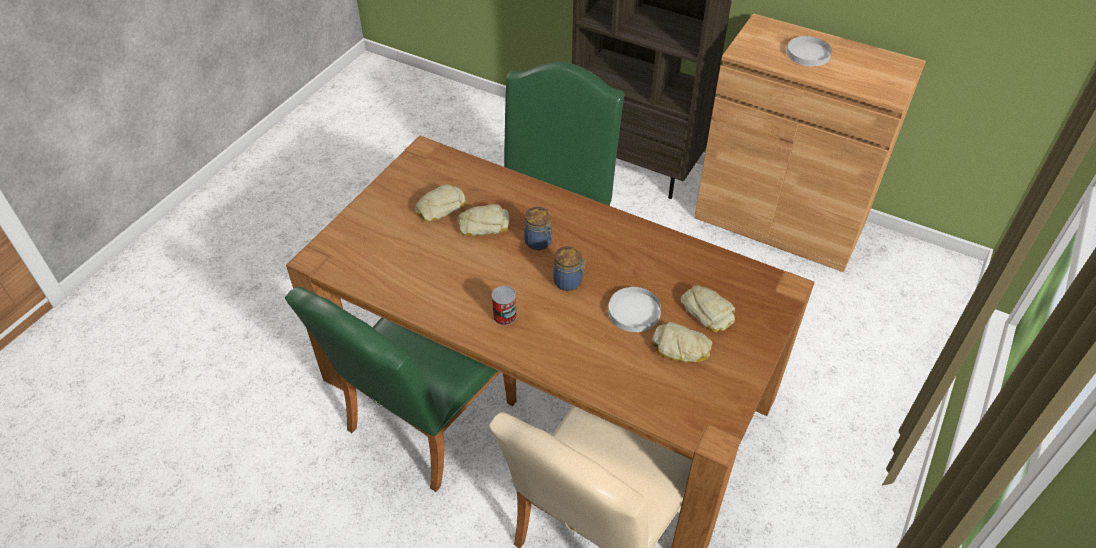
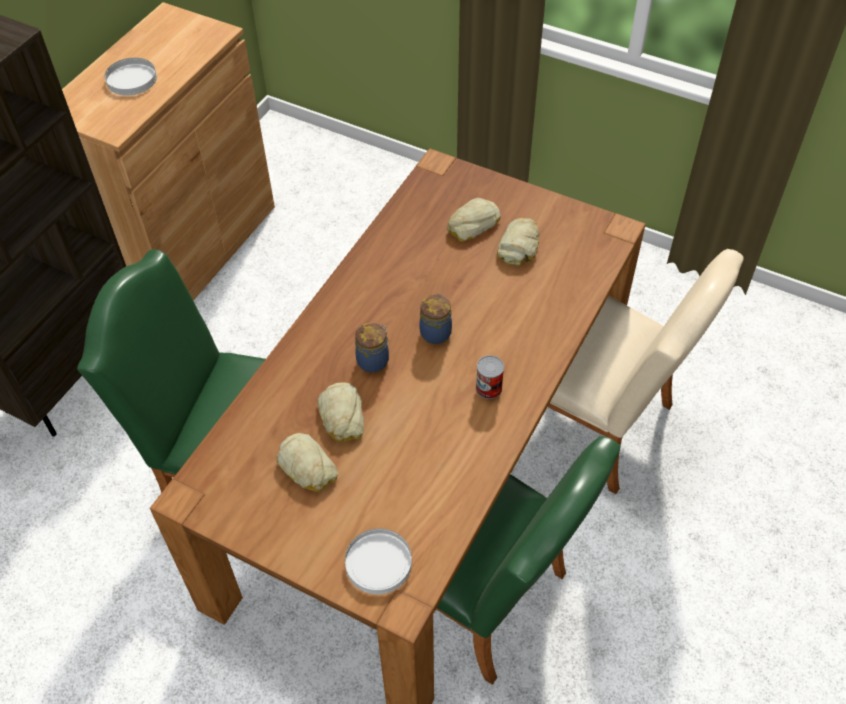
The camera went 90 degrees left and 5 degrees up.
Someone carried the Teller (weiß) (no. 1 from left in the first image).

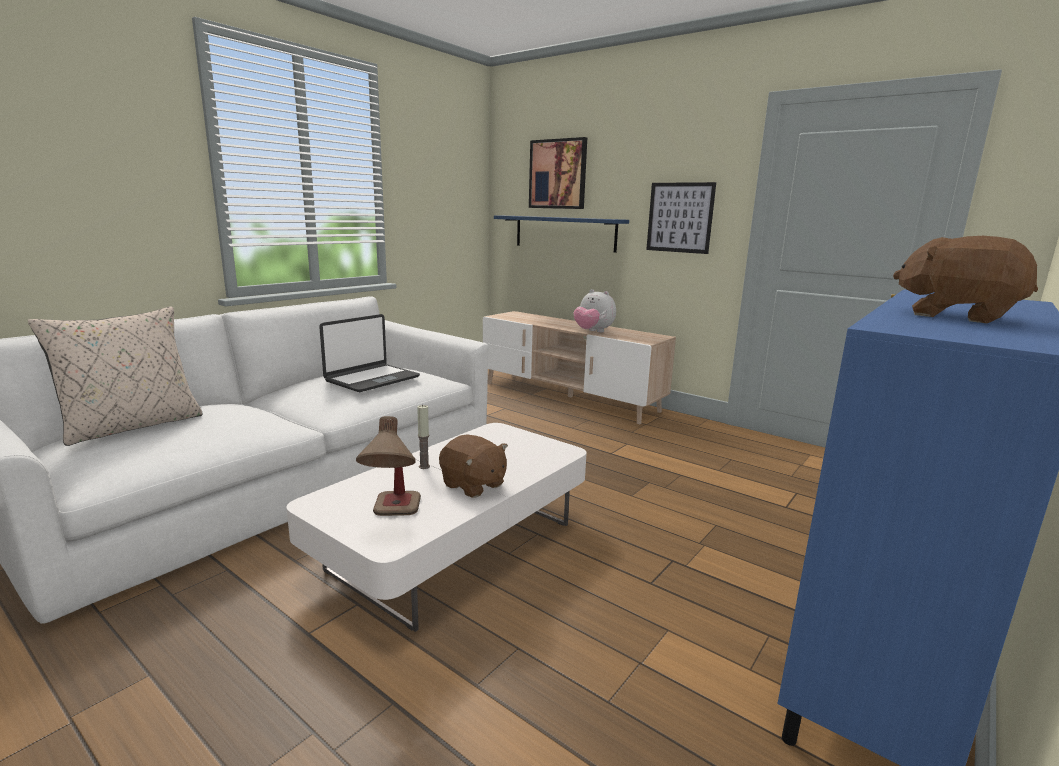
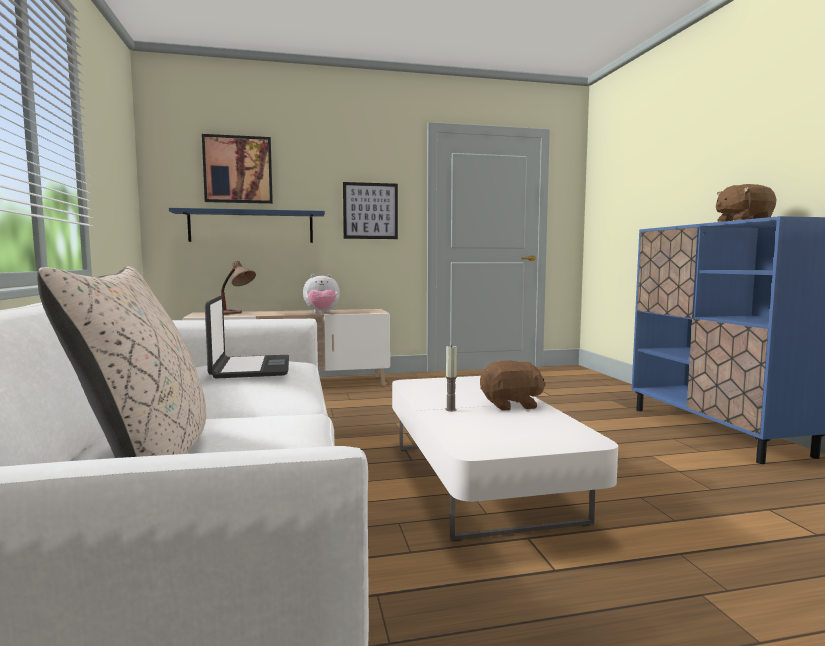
The camera went 50 degrees left and 10 degrees down.
Someone carried the Tischlampe.

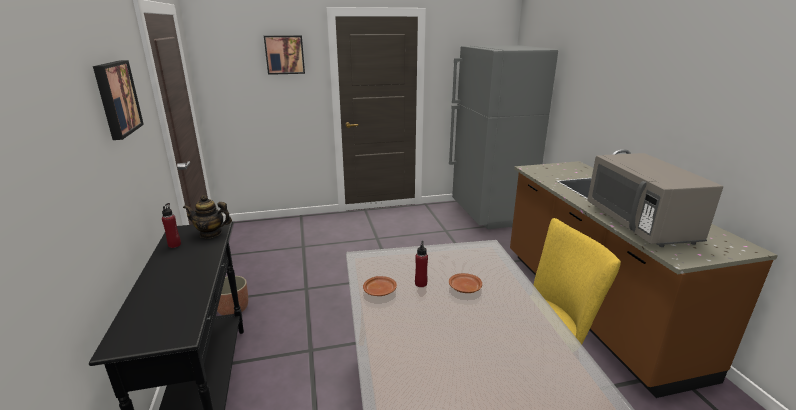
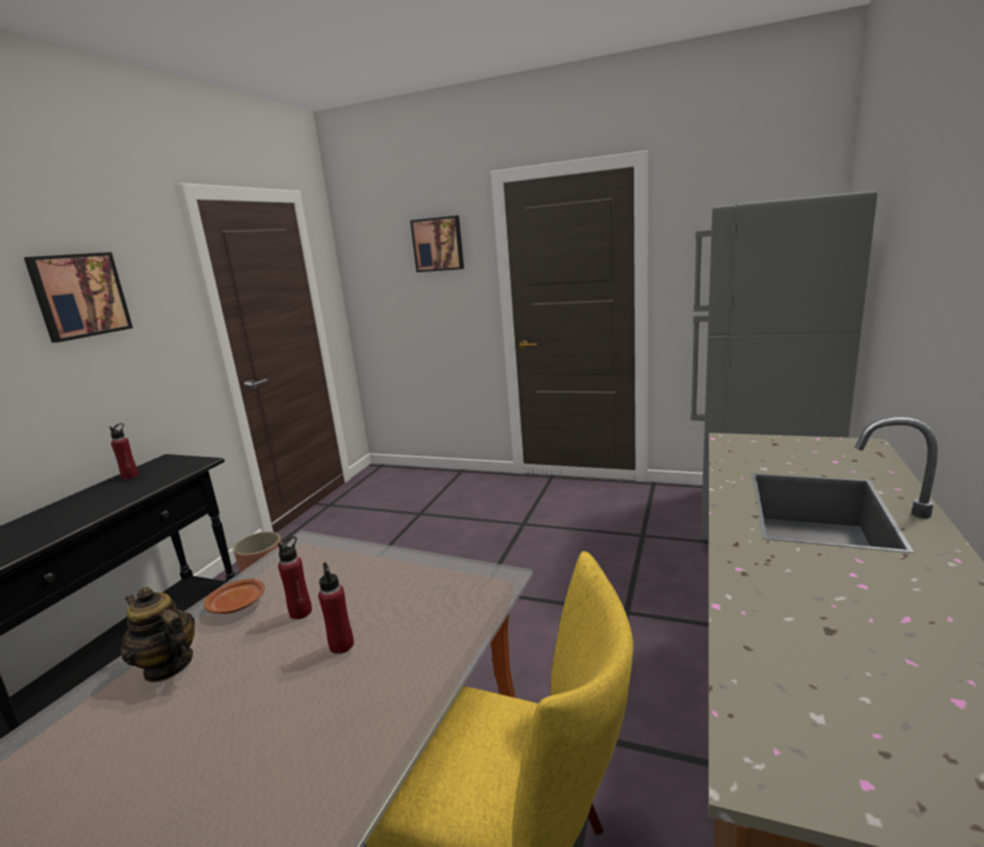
The camera went 35 degrees right and 5 degrees down.
Someone carried the Teekanne.
Someone swapped the Teller (braun) (no. 2 from left) for the Flasche (rot) (no. 3 from left).
Someone took away the Mikrowelle (grau).

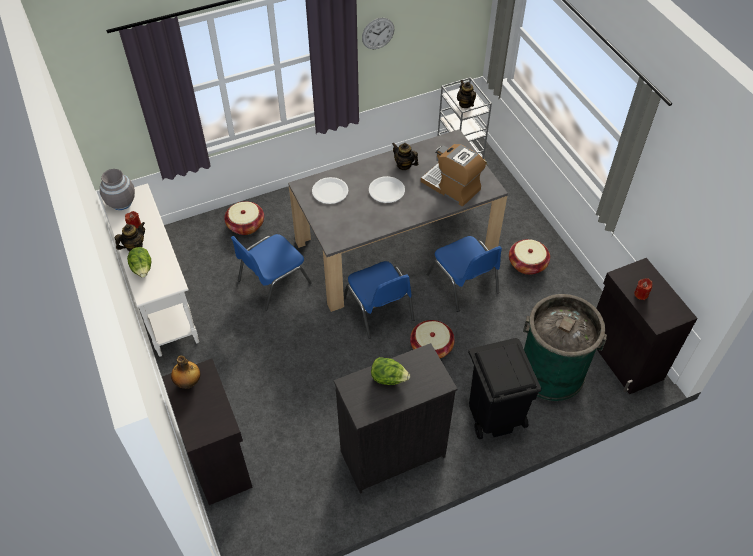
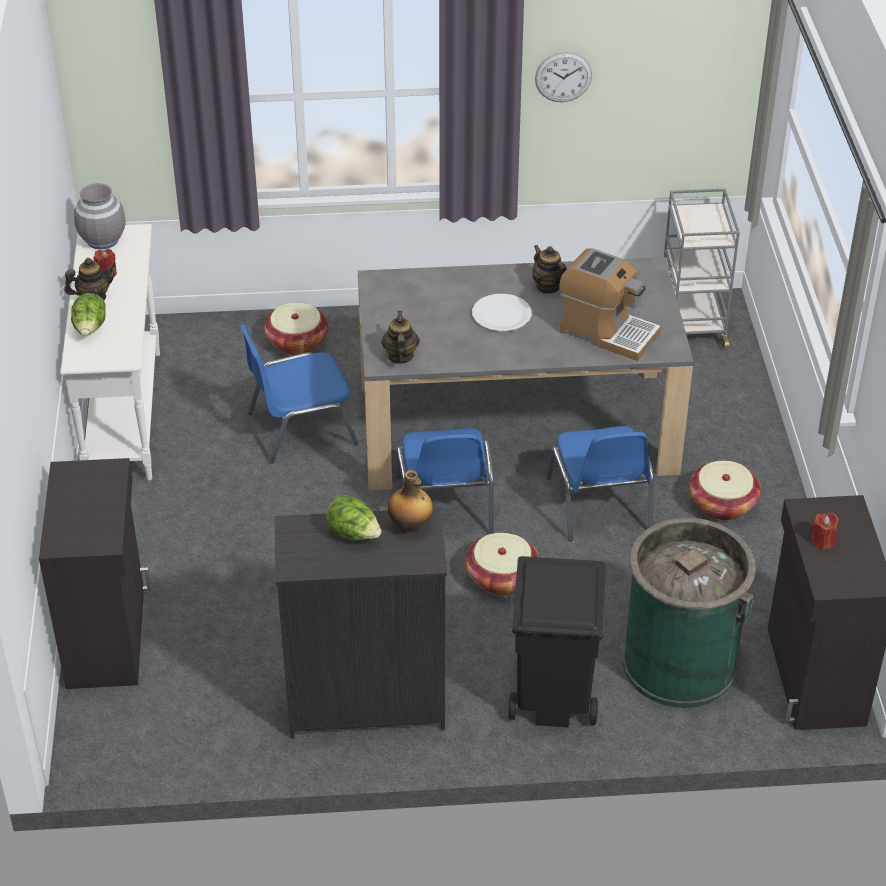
The camera went 20 degrees right and 10 degrees down.
Someone carried the Teekanne (no. 3 from left in the first image).
Someone carried the Flasche.
Someone rotated the Kaffeemaschine by 150 degrees clockwise.
Someone took away the Teller (weiß) (no. 1 from left).

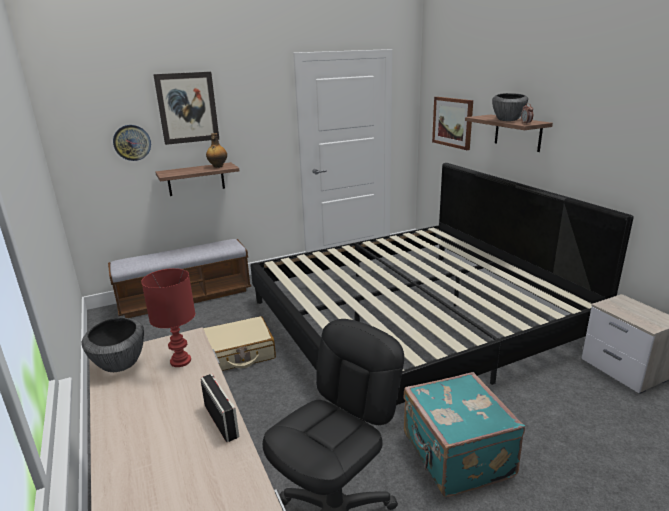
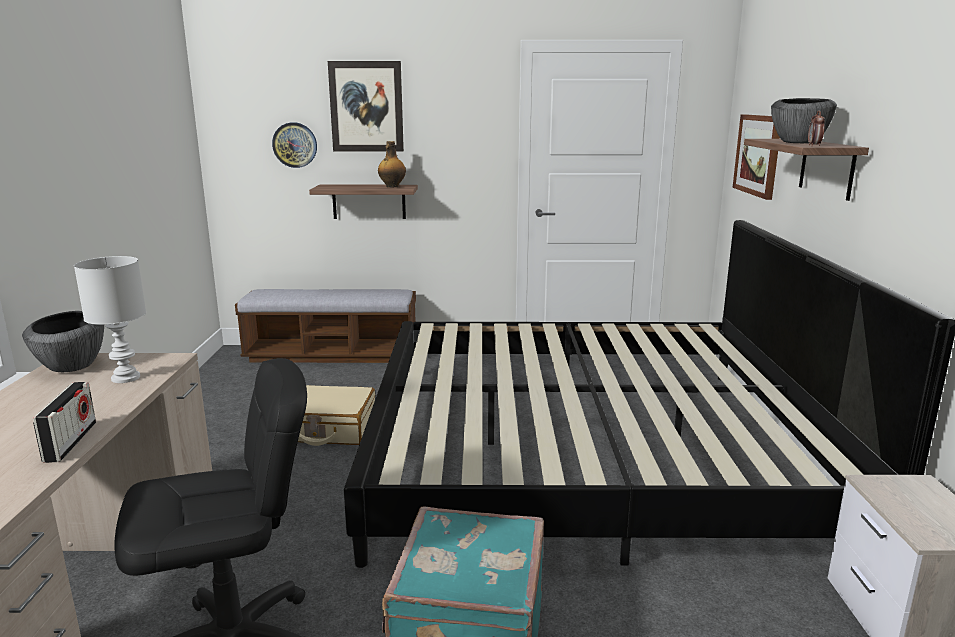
The camera went 25 degrees right and 5 degrees down.
Someone repainted the Tischlampe (rot), which became the Tischlampe (weiß).

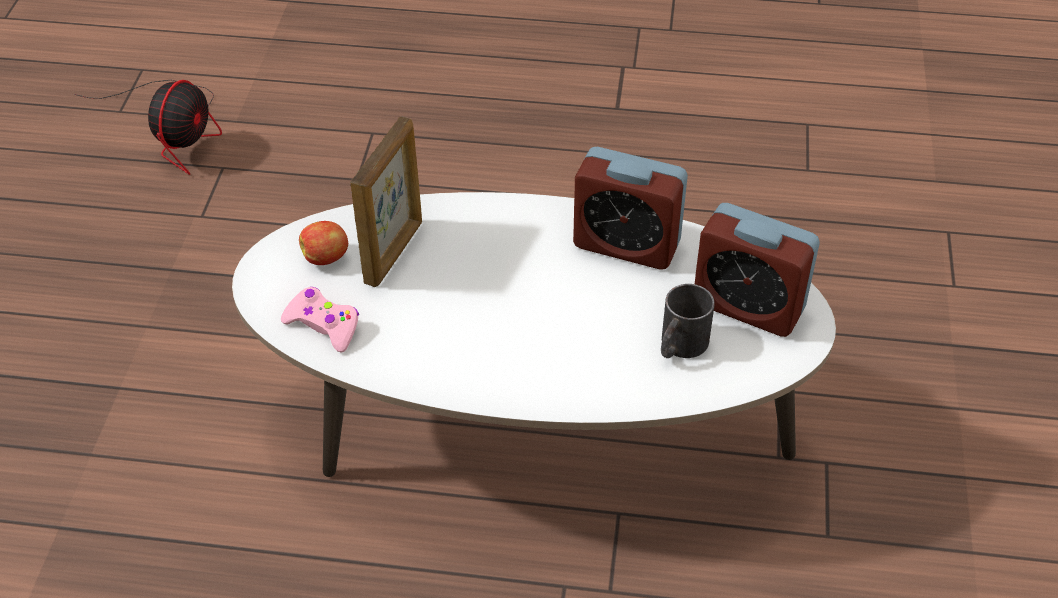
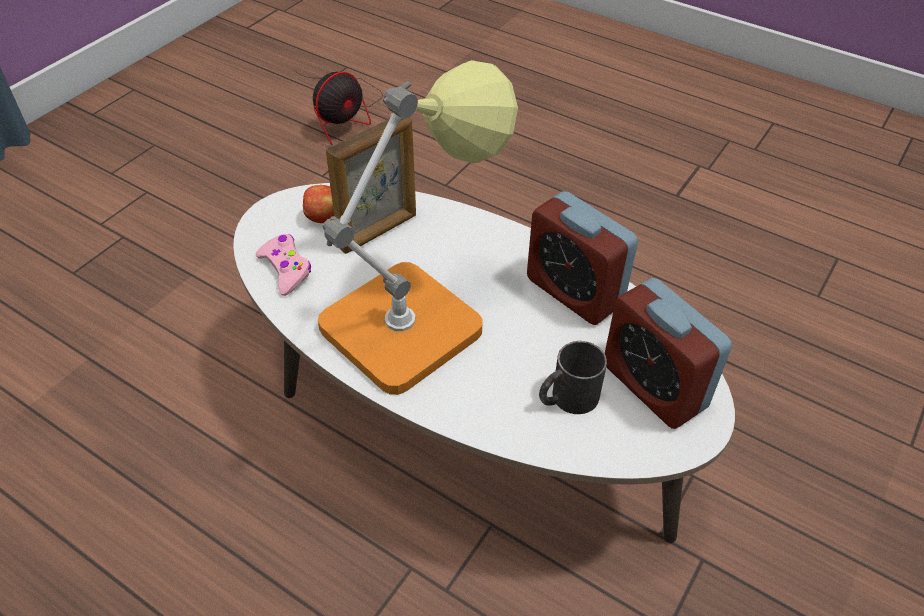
The camera went 25 degrees right and 0 degrees up.
Someone put down the Tischlampe.

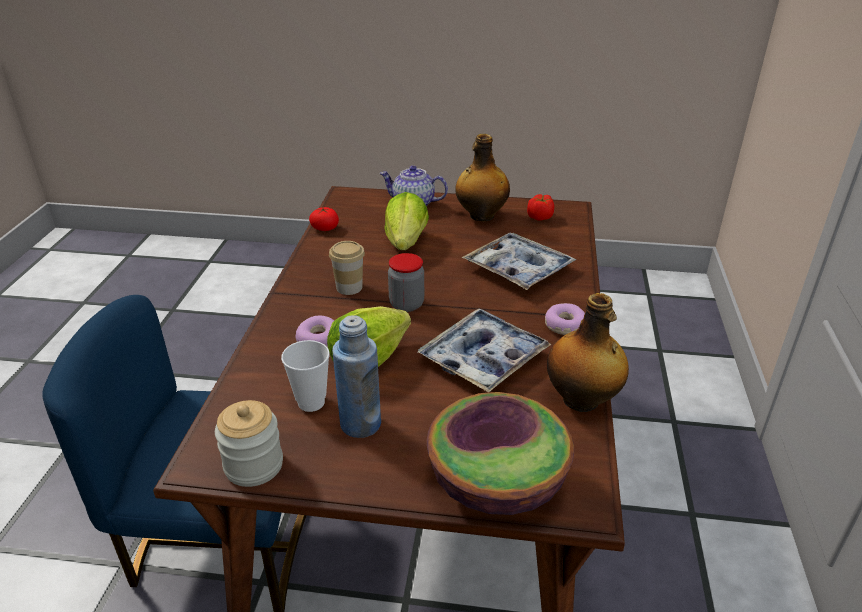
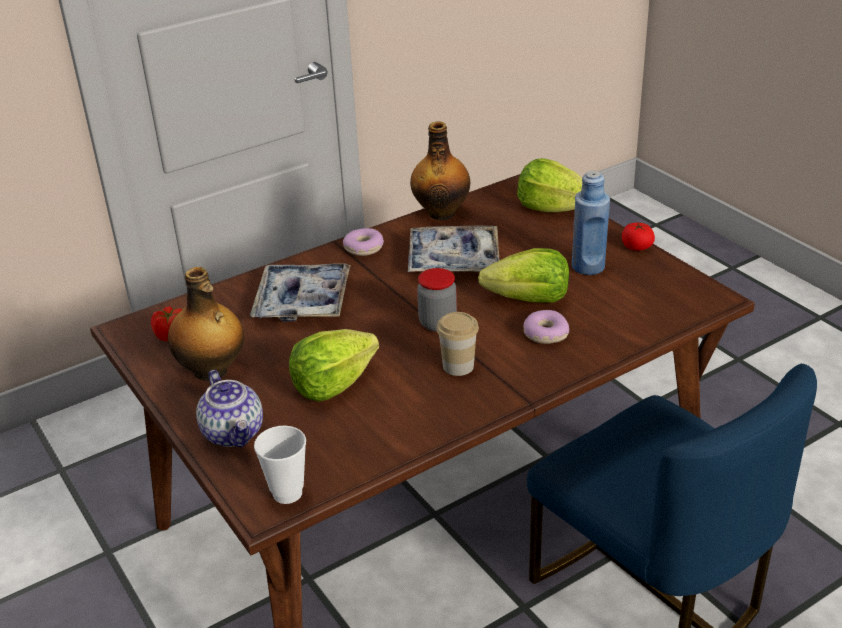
The camera went 130 degrees left and 0 degrees up.
Someone carried the Tasse (no. 1 from left).
Someone swapped the Schüssel for the Salatkopf (no. 3 from left).
Someone carried the Tomate (no. 1 from left in the first image).
Someone took away the Vorratsglas (no. 1 from left).

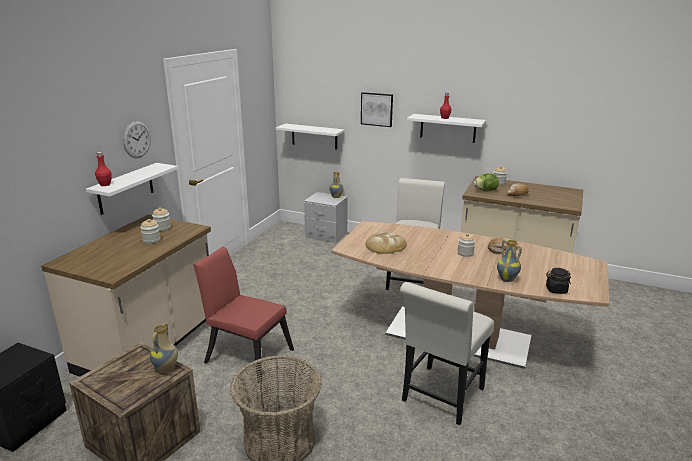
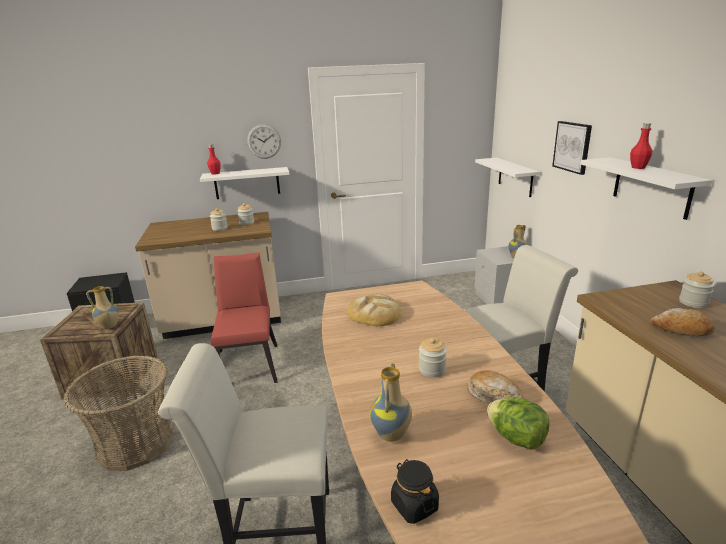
The camera went 55 degrees right and 0 degrees up.
Someone carried the Salatkopf.

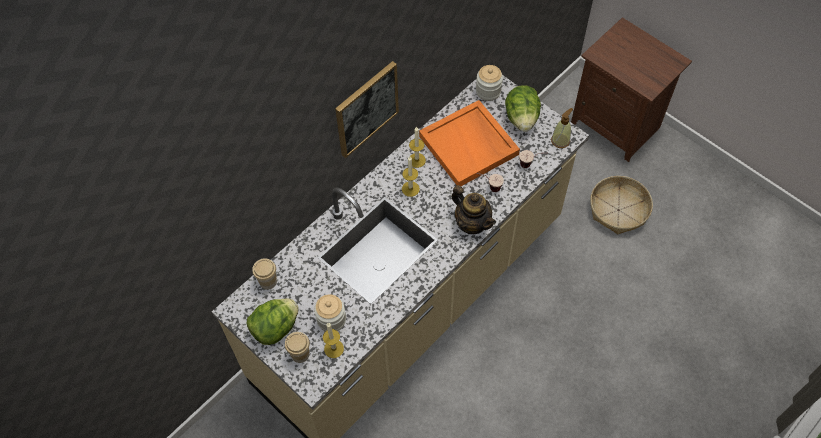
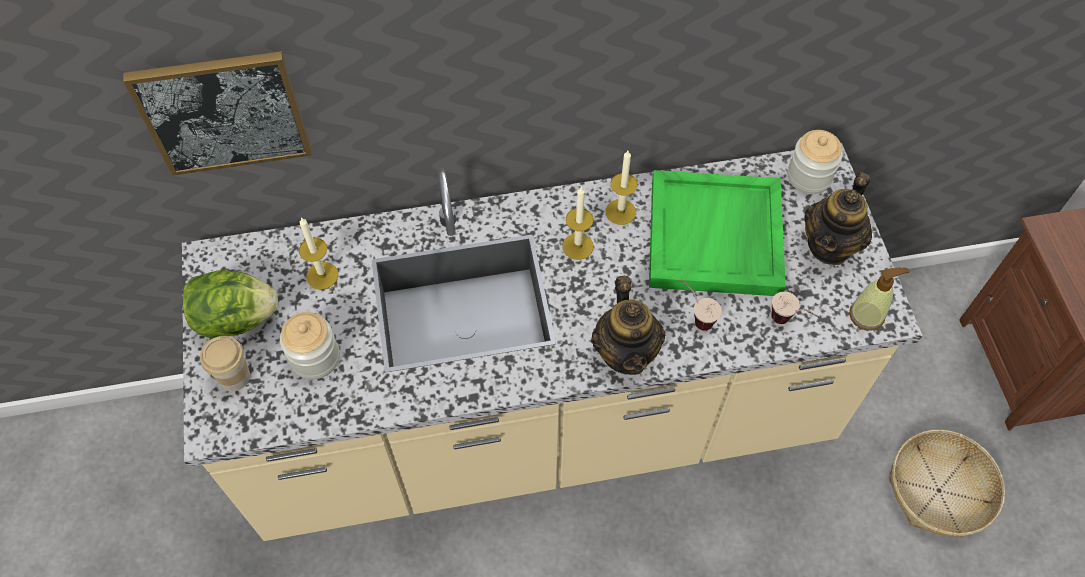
The camera went 35 degrees right and 0 degrees up.
Someone carried the Bild.
Someone carried the Kerze (no. 1 from left).
Someone repainted the Tablett (orange), which became the Tablett (grün).
Someone swapped the Salatkopf (no. 2 from left) for the Teekanne (no. 2 from left).
Someone took away the Tasse (no. 1 from left).

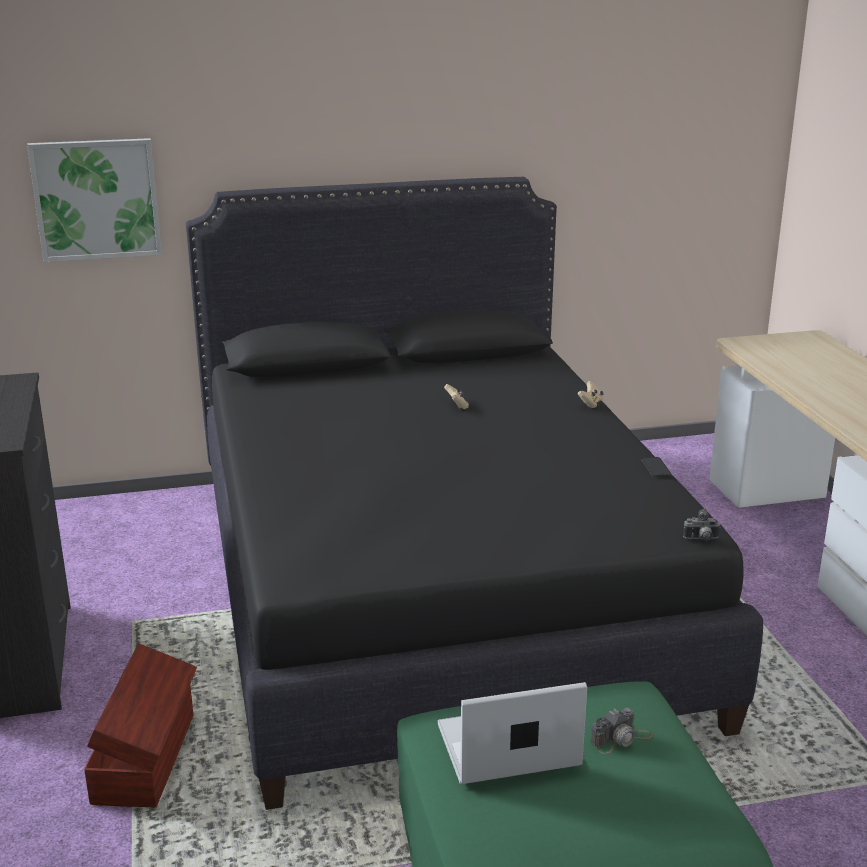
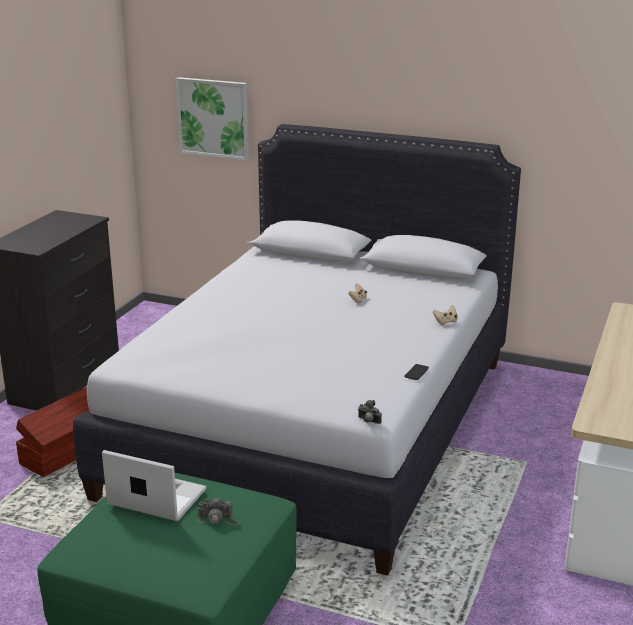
The camera went 35 degrees right and 0 degrees up.
Someone repainted the Bett (schwarz), which became the Bett (weiß).

